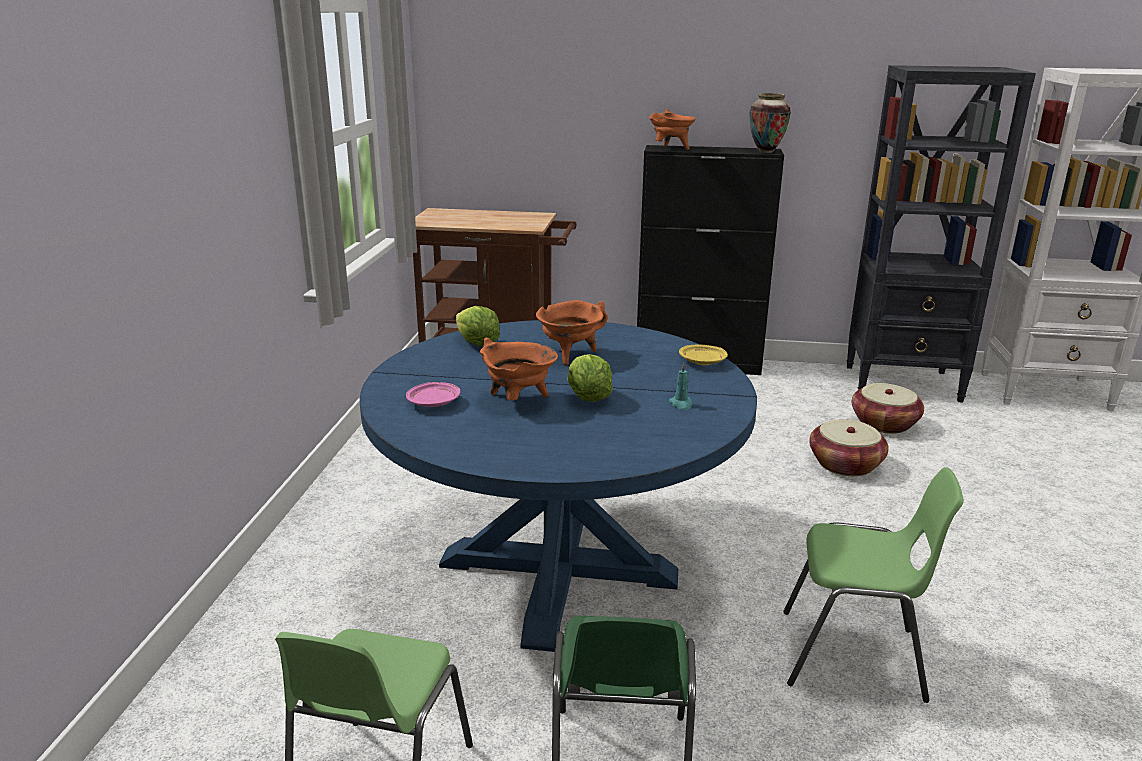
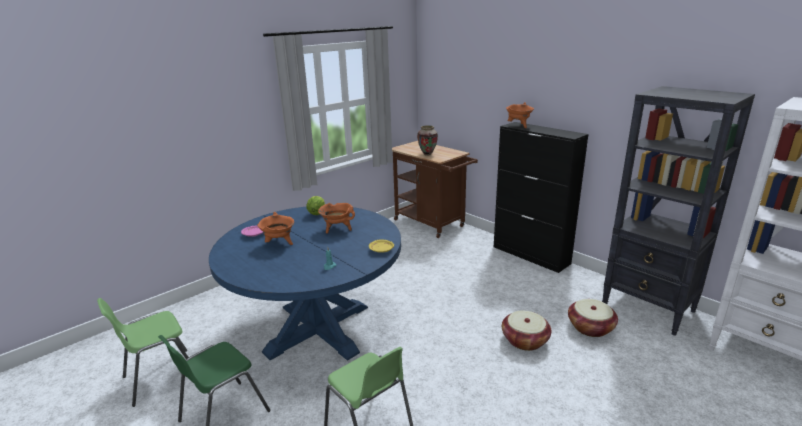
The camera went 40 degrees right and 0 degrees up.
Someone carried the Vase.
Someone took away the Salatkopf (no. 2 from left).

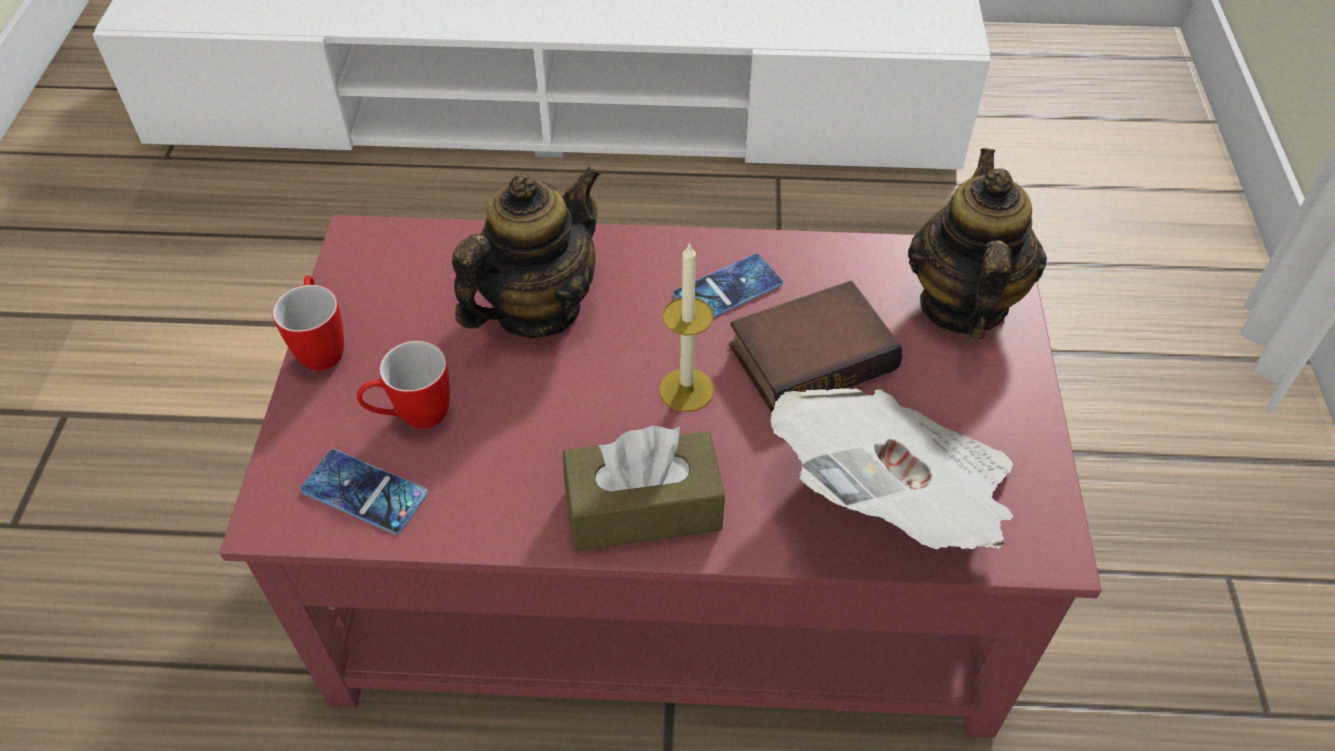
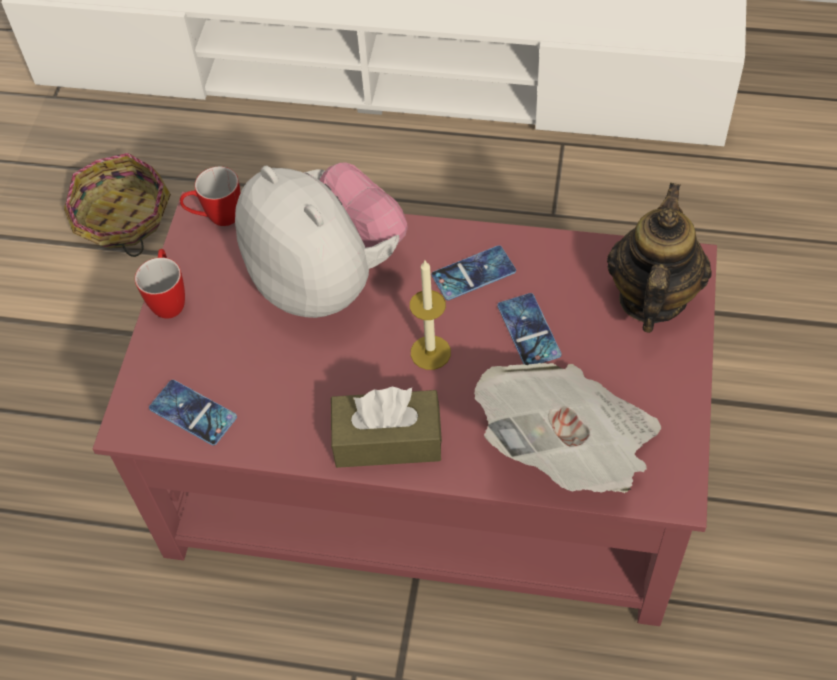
The camera went 10 degrees right and 5 degrees up.
Someone put down the Korb.
Someone carried the Henkelbecher (no. 2 from left).
Someone swapped the Teekanne (no. 1 from left) for the Plüschtier.
Someone swapped the Buch for the Handy (no. 3 from left).

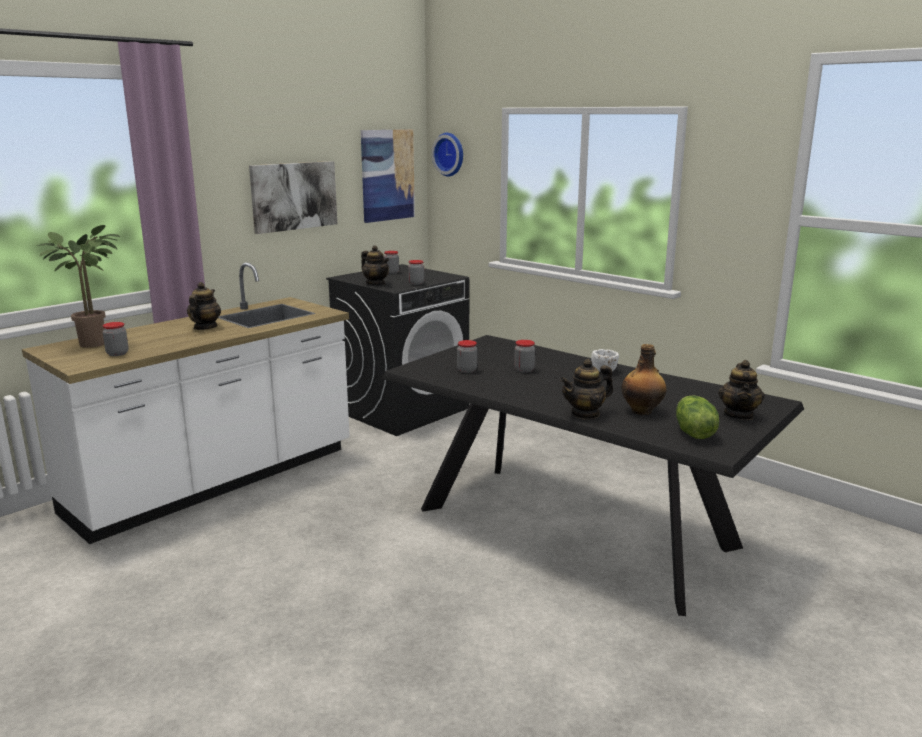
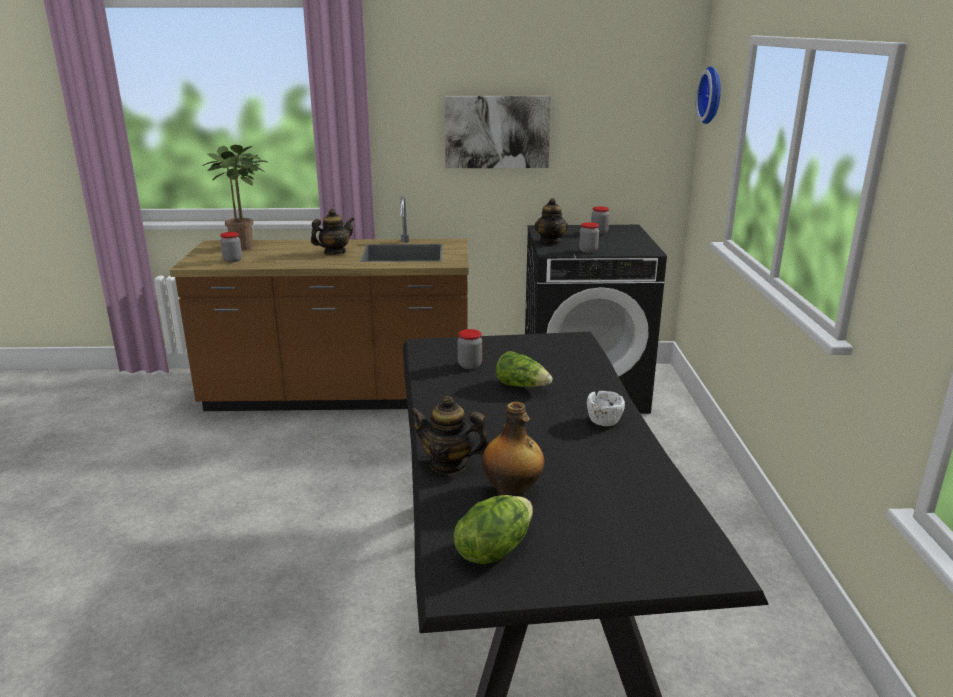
The camera went 45 degrees right and 5 degrees up.
Someone repainted the Küchenzeile (weiß), which became the Küchenzeile (braun).
Someone swapped the Vorratsglas (no. 5 from left) for the Salatkopf (no. 2 from left).
Someone took away the Bild (no. 2 from left).
Someone took away the Teekanne (no. 4 from left).

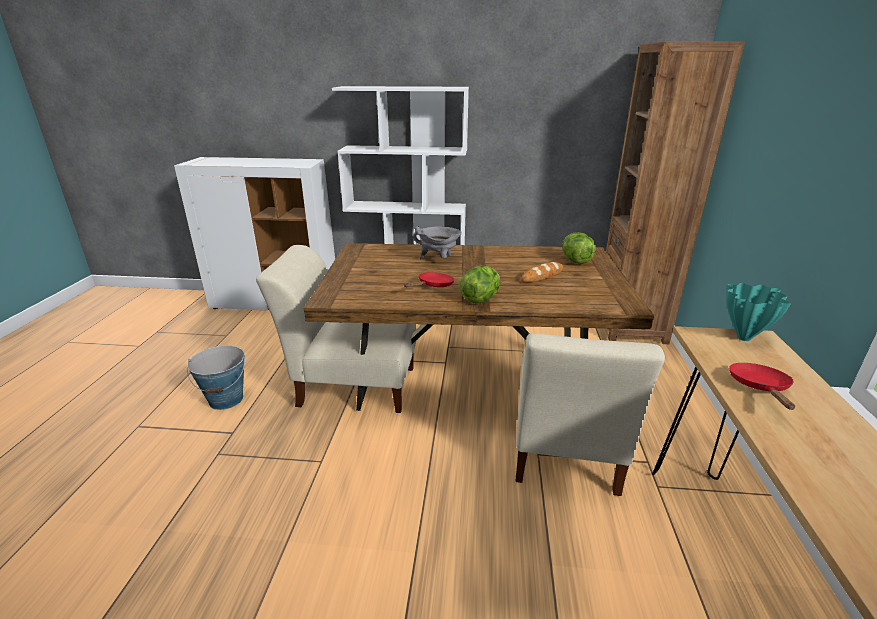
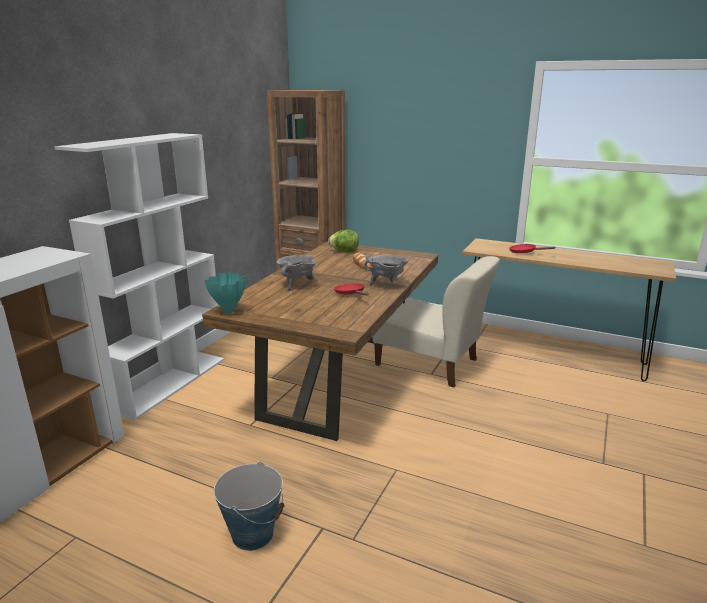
The camera went 70 degrees left and 5 degrees down.
Someone carried the Vase (türkis).
Someone swapped the Salatkopf (no. 1 from left) for the Kochtopf (grau) (no. 2 from left).
Someone took away the Stuhl (beige) (no. 1 from left).

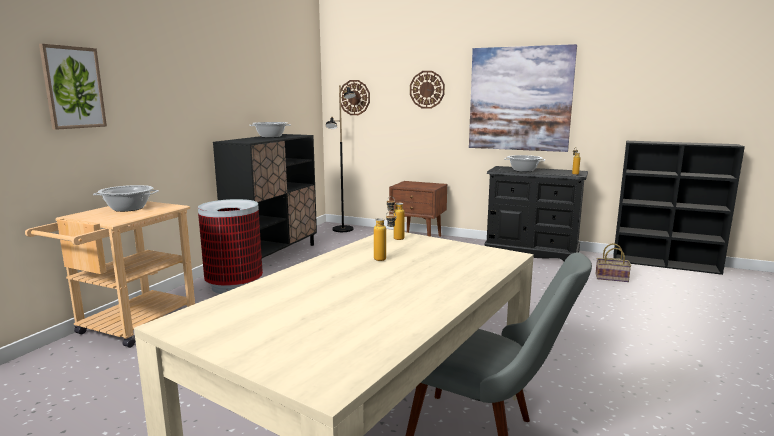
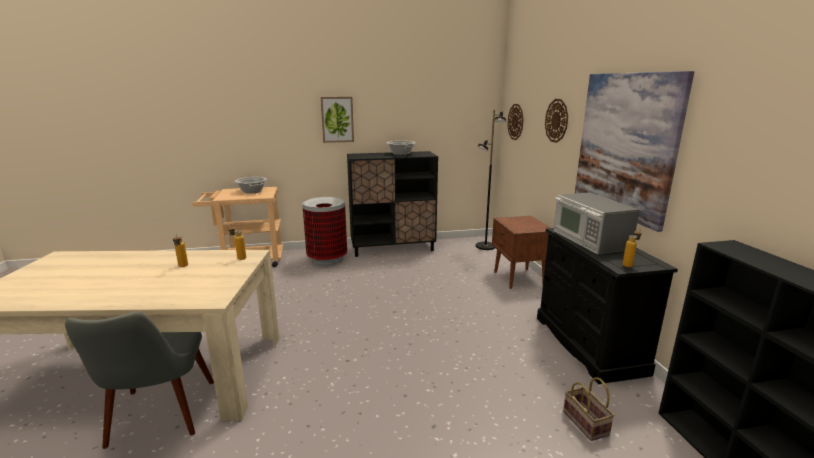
The camera went 55 degrees right and 5 degrees up.
Someone carried the Bild (no. 1 from left).
Someone swapped the Kochtopf (no. 3 from left) for the Mikrowelle.

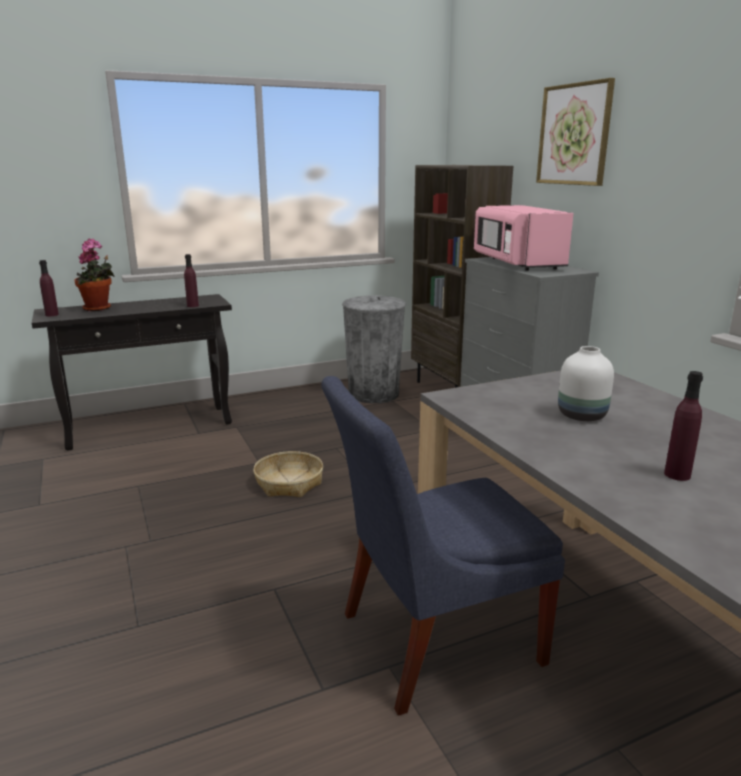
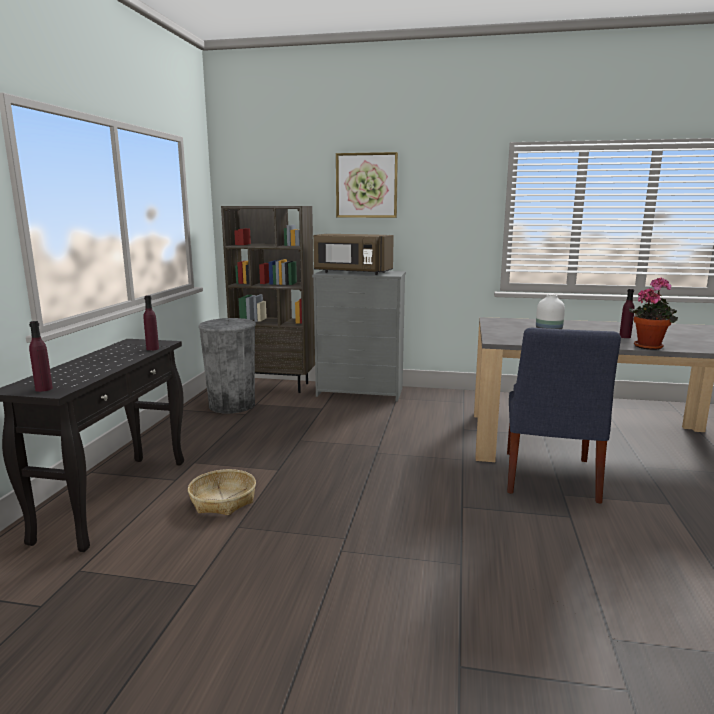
The camera went 55 degrees left and 5 degrees down.
Someone carried the Korb.
Someone repainted the Mikrowelle (rosa), which became the Mikrowelle (braun).
Someone carried the Topfpflanze.

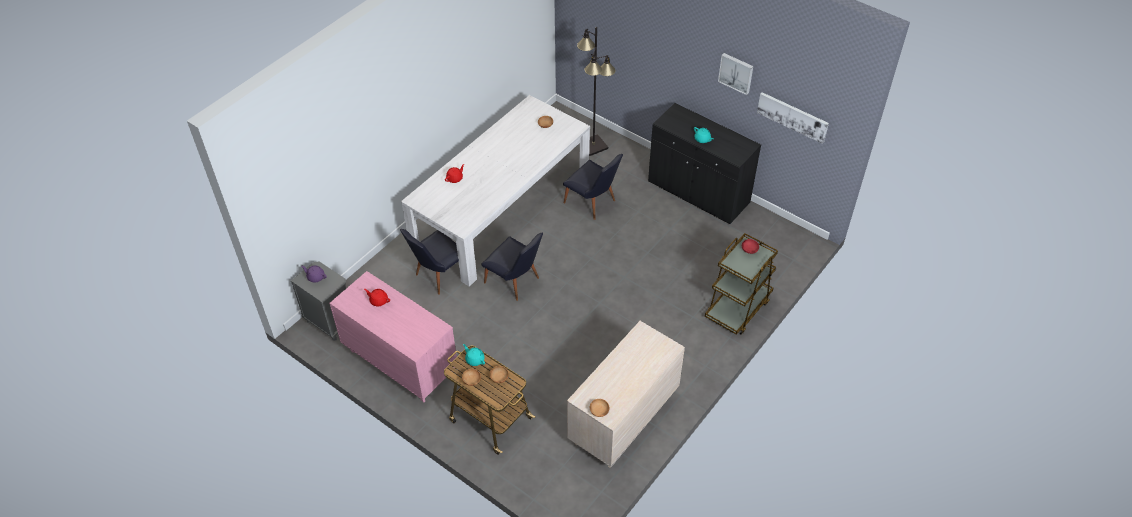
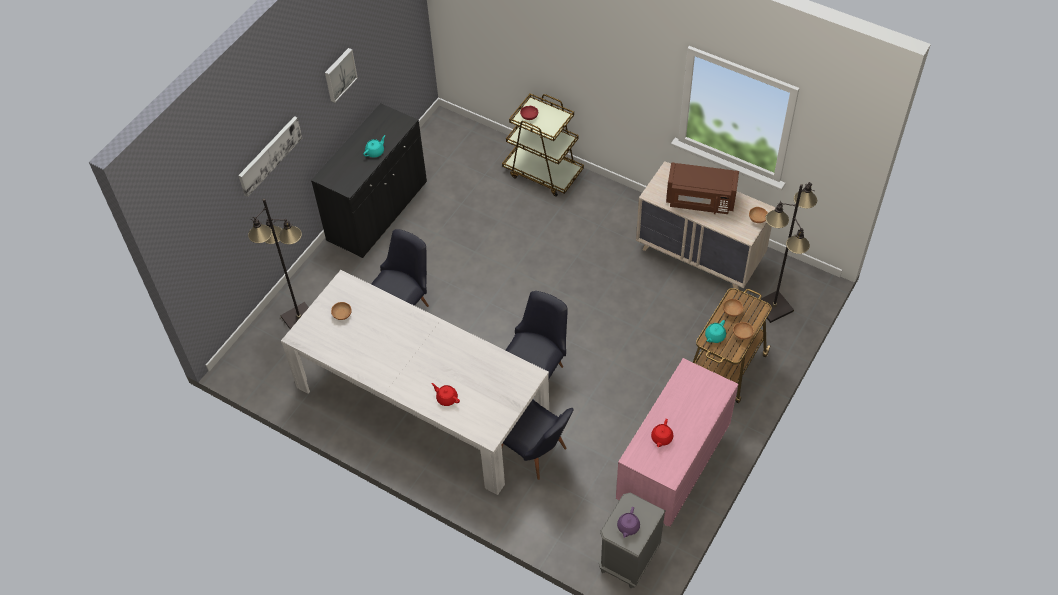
The camera went 95 degrees left and 5 degrees up.
Someone carried the Bild (no. 2 from left in the first image).
Someone put down the Mikrowelle (braun).
Someone put down the Stehlampe (schwarz) (no. 2 from left).

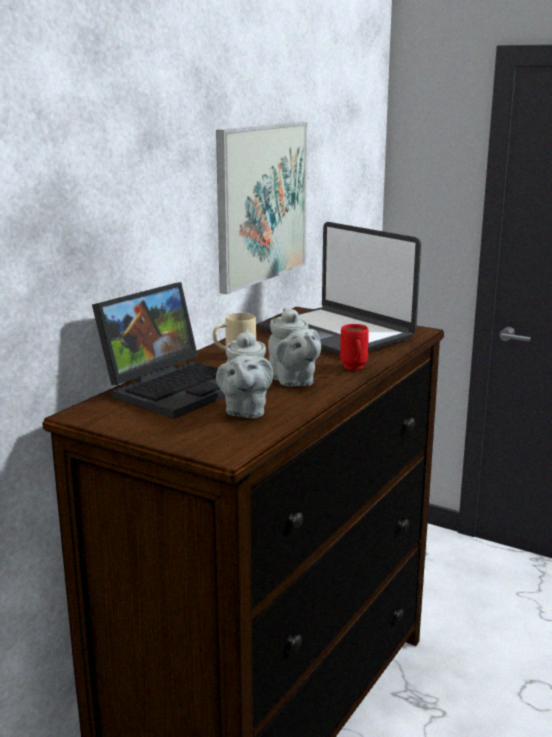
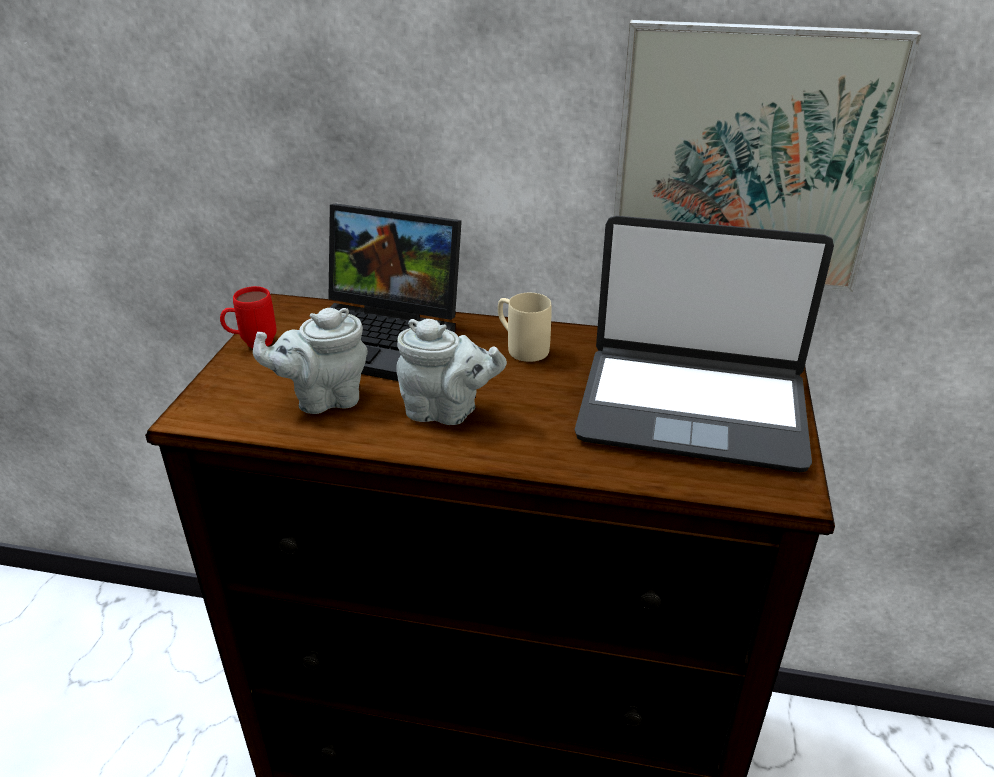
The camera went 70 degrees right and 15 degrees up.
Someone carried the Henkelbecher (rot).
Someone rotated the Teekanne (grau) (no. 2 from left) by 120 degrees counterclockwise.
Someone rotated the Laptop (no. 2 from left) by 105 degrees counterclockwise.

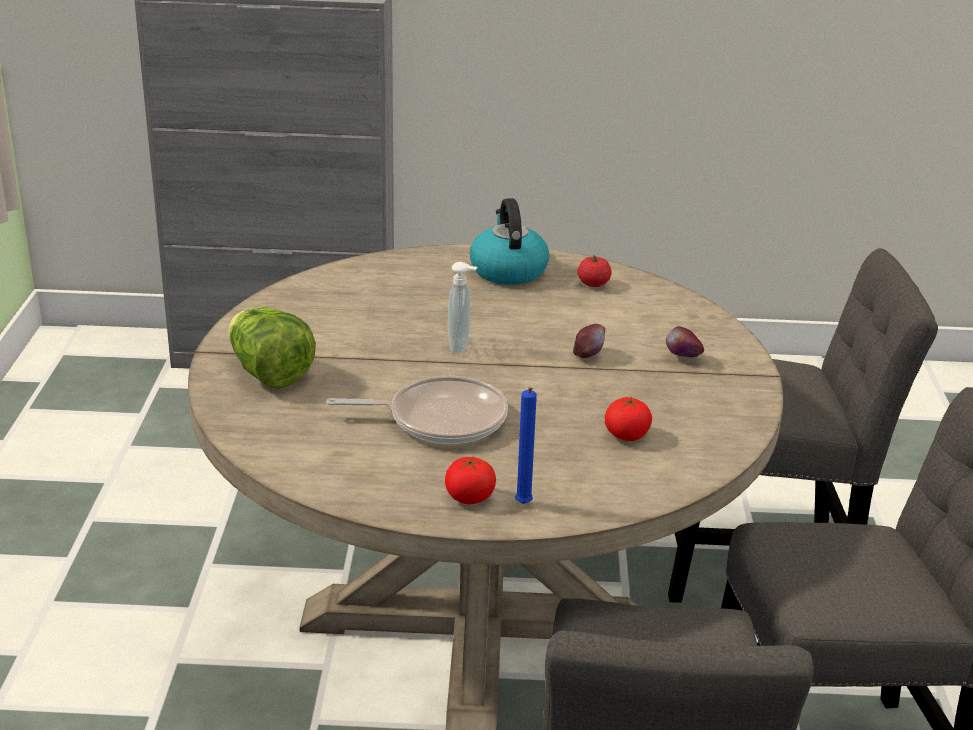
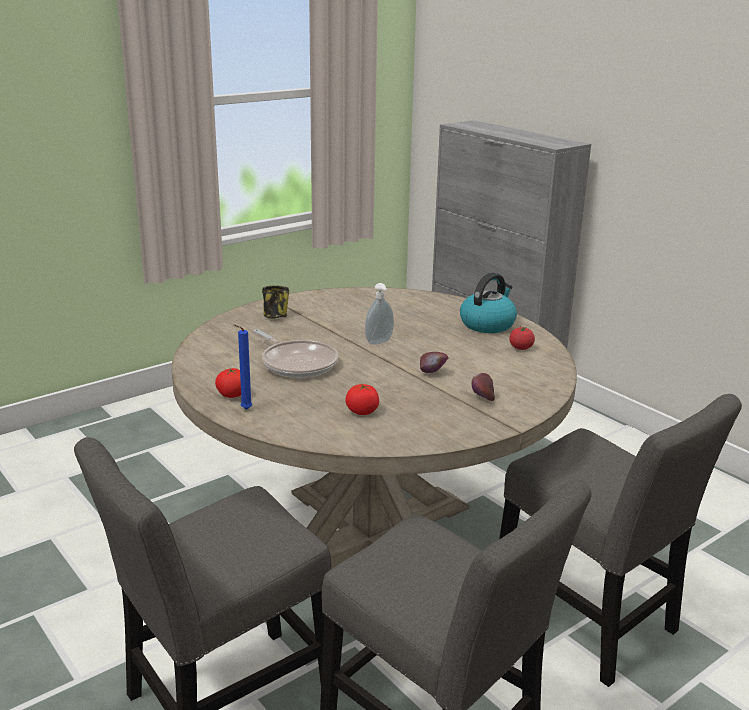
The camera went 50 degrees right and 5 degrees down.
Someone swapped the Salatkopf for the Henkelbecher.

